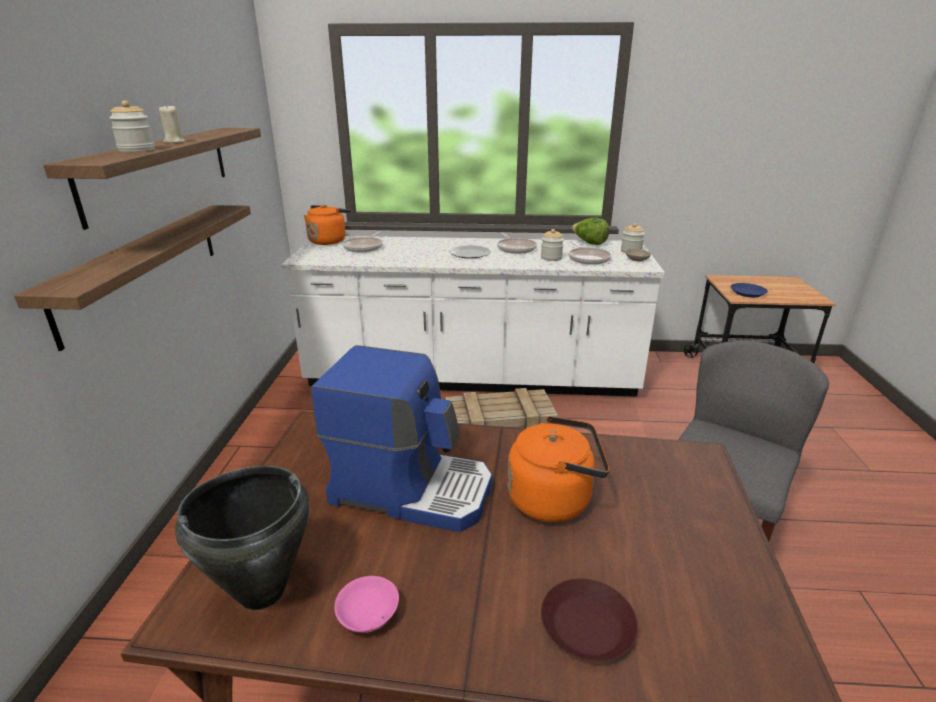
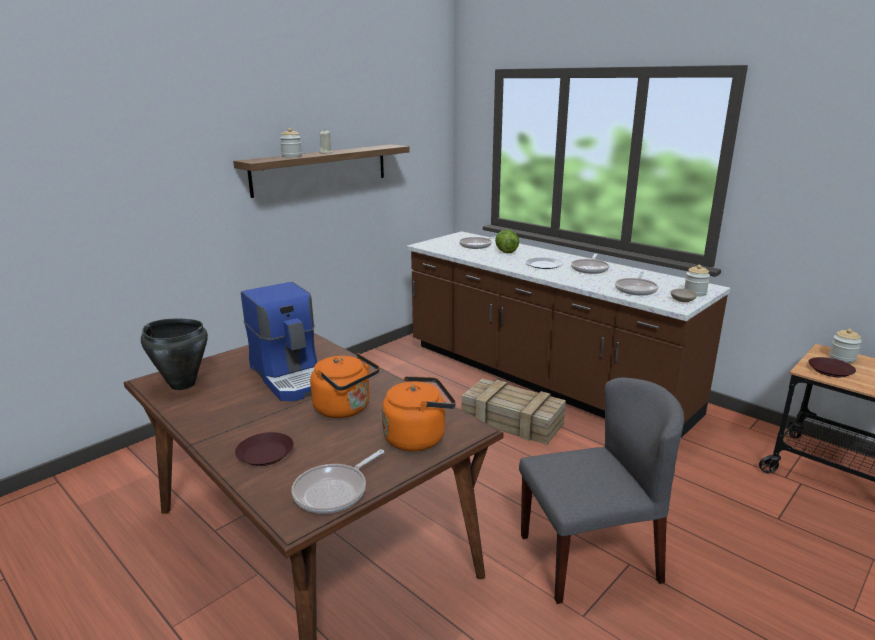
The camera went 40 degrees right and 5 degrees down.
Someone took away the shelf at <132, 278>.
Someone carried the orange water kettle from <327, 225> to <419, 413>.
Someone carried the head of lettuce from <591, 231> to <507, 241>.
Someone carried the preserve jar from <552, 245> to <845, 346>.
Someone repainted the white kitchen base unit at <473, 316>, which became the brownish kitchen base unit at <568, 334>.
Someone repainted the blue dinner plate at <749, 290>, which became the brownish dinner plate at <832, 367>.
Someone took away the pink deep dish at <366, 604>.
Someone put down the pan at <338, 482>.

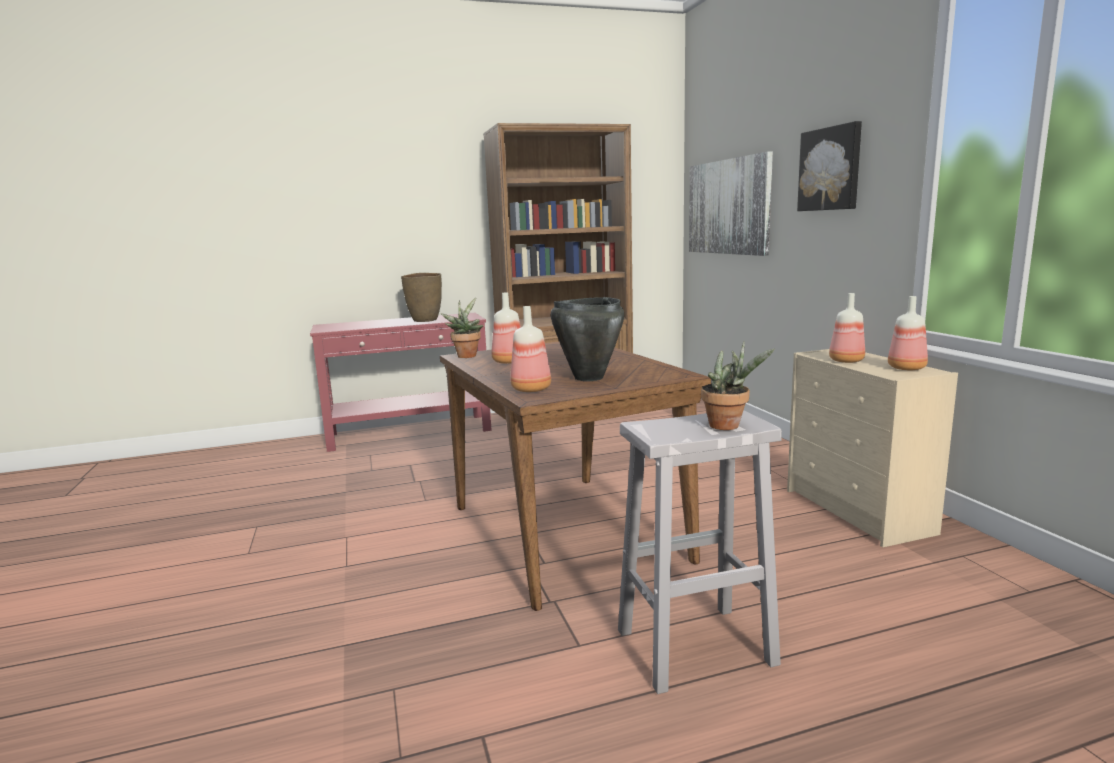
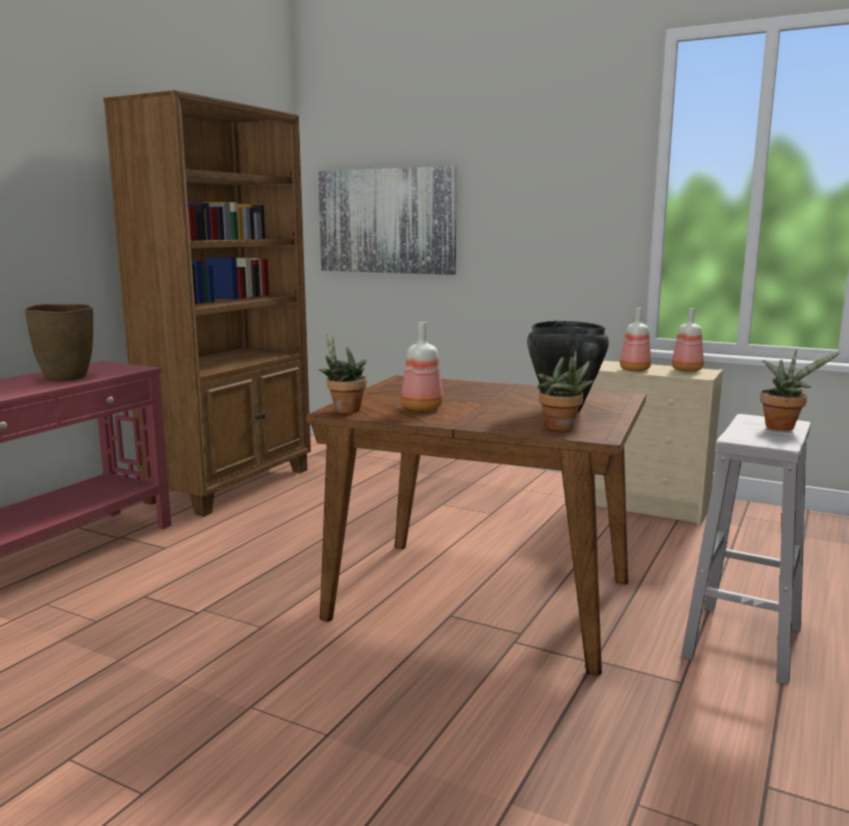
The camera went 45 degrees left and 0 degrees up.
Someone took away the picture at <829, 166>.
Someone swapped the drink bottle at <530, 349> for the houseplant at <565, 390>.

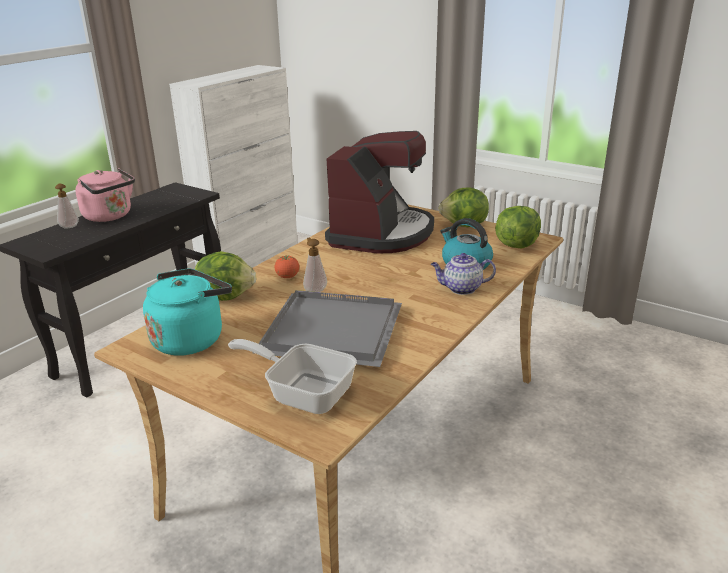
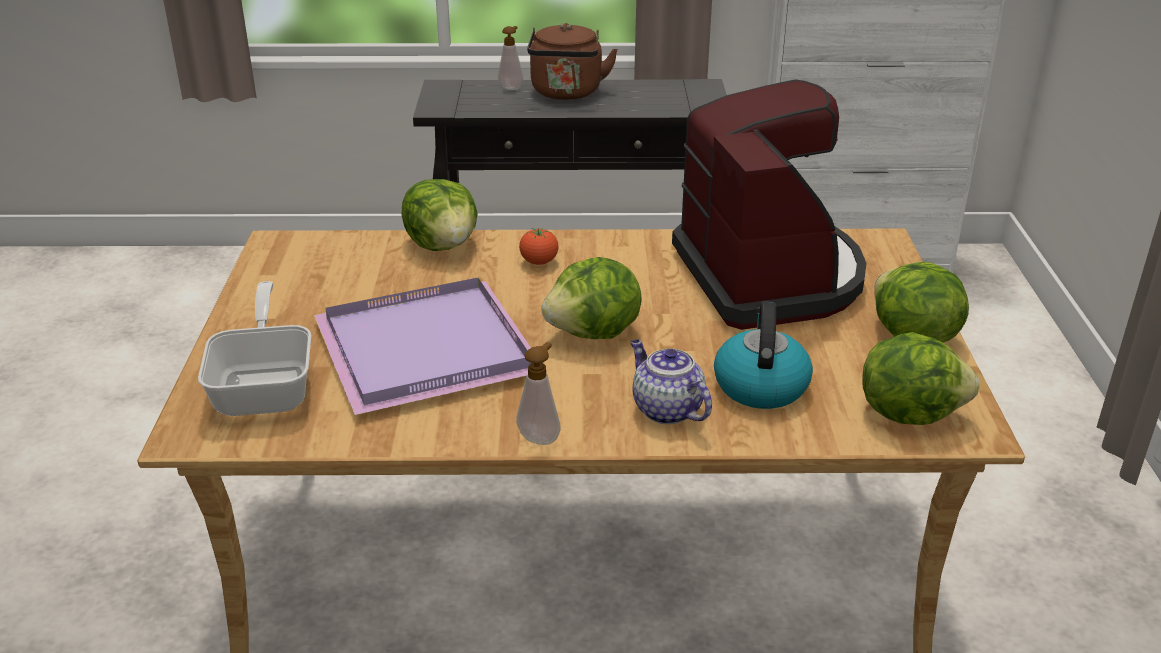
The camera went 55 degrees right and 5 degrees up.
Someone rotated the coffee maker at <379, 192> by 90 degrees counterclockwise.
Someone repainted the pink water kettle at <105, 195>, which became the brownish water kettle at <572, 61>.
Someone carried the soap bottle from <315, 264> to <538, 393>.
Someone took away the blue-green water kettle at <187, 311>.
Someone repainted the grey carrying tray at <327, 328>, which became the purple carrying tray at <430, 346>.
Someone put down the head of lettuce at <591, 298>.

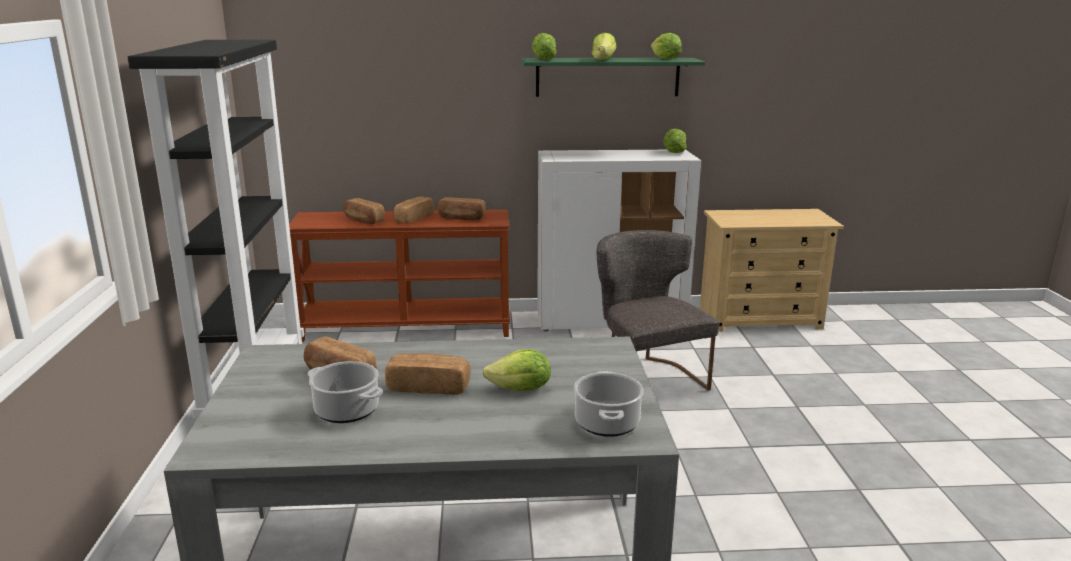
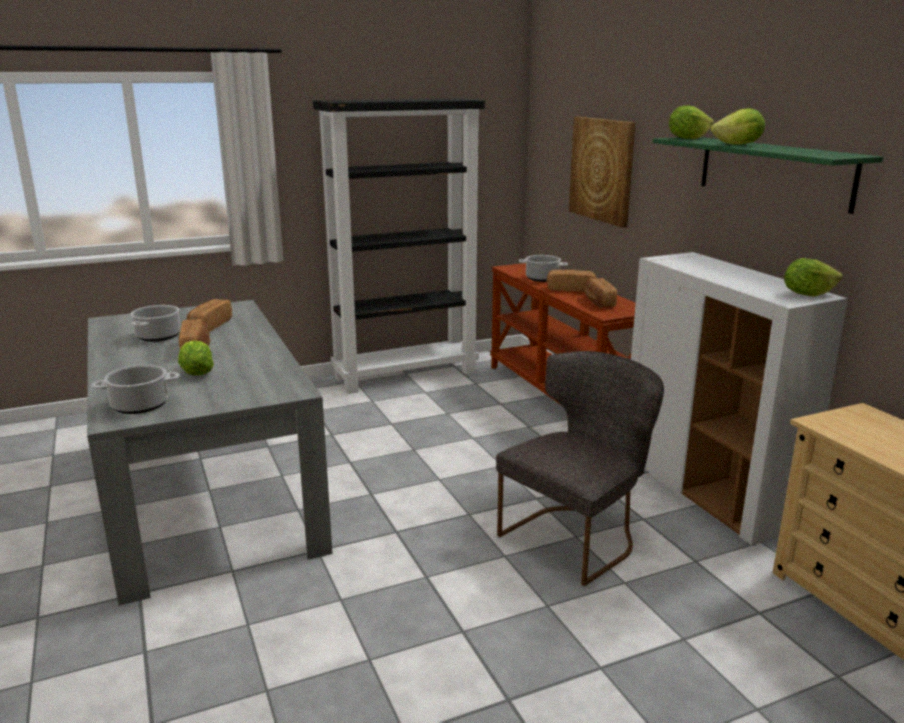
The camera went 70 degrees right and 0 degrees up.
Someone took away the head of lettuce at <666, 46>.
Someone swapped the baked bread at <364, 211> for the saucepot at <543, 268>.
Someone put up the picture at <602, 172>.

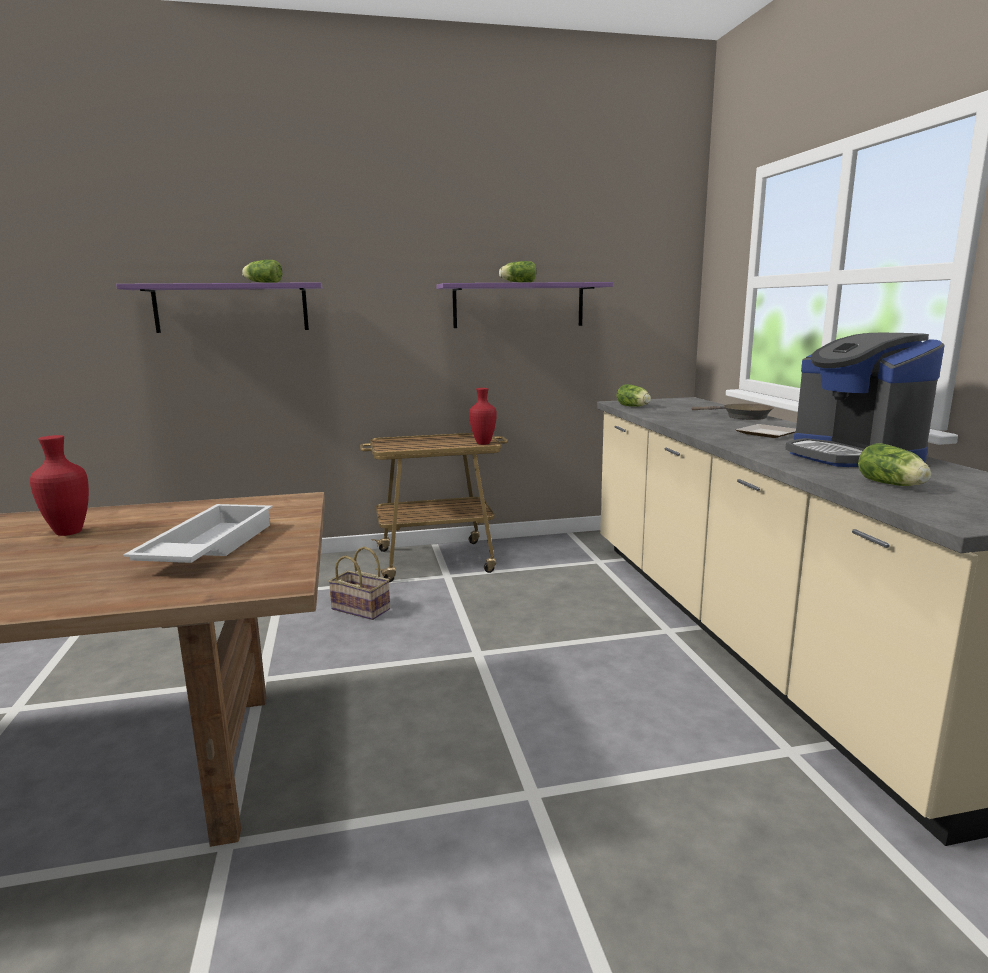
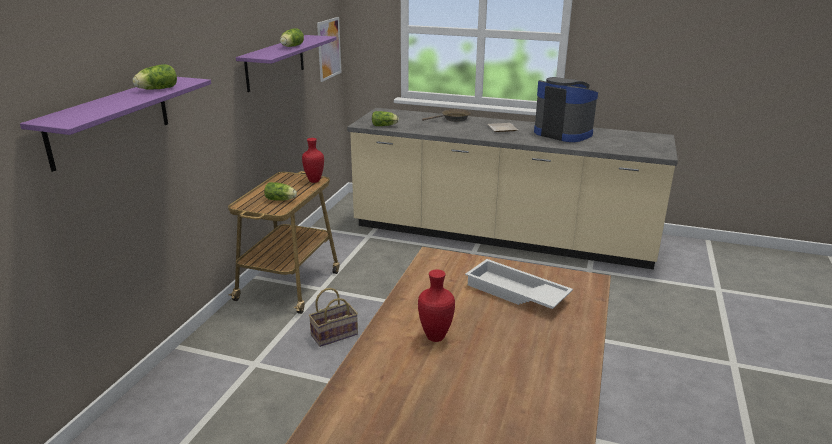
The camera went 60 degrees left and 10 degrees up.
Someone rotated the coffee maker at <865, 400> by 150 degrees counterclockwise.
Someone carried the head of lettuce from <894, 464> to <280, 191>.
Someone put up the picture at <329, 49>.

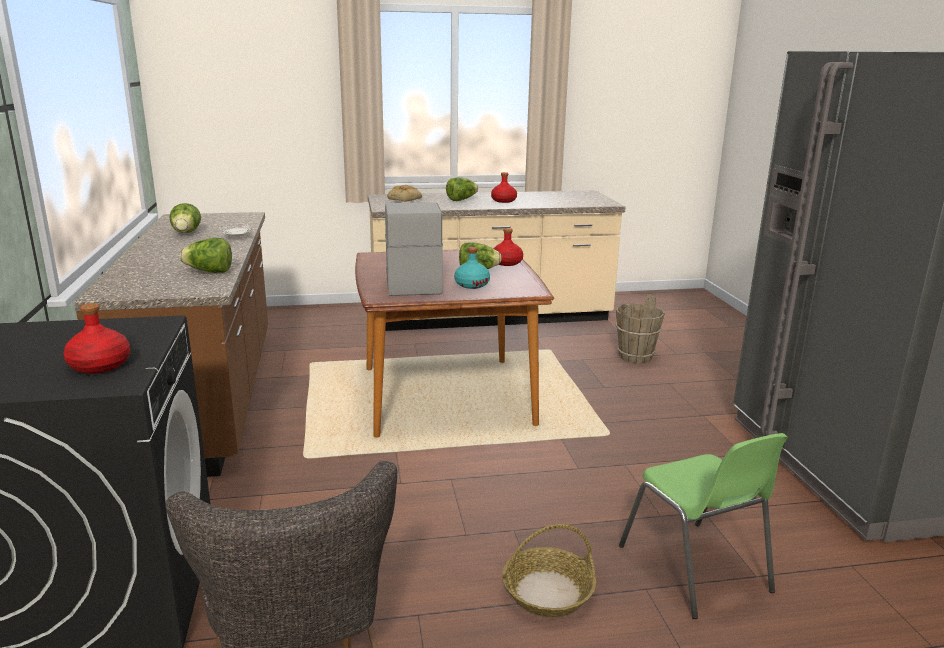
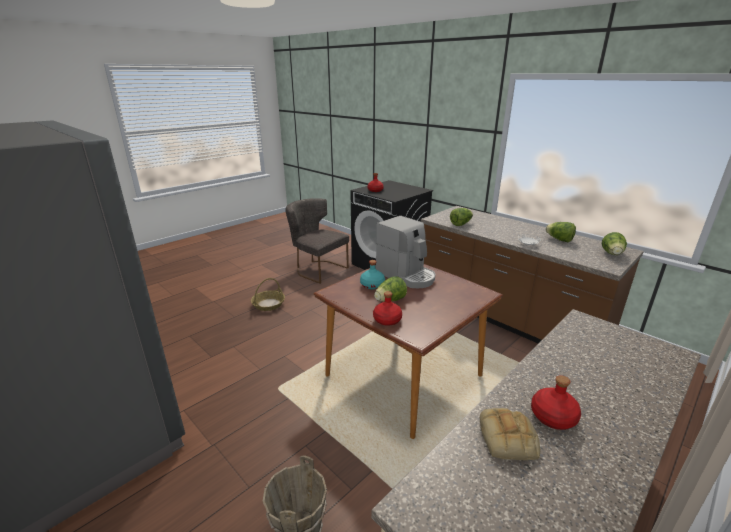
The camera went 145 degrees right and 5 degrees up.
Someone carried the head of lettuce from <462, 189> to <614, 243>.
Someone carried the baked bread from <404, 193> to <510, 434>.
Someone took away the green upright chair at <703, 526>.

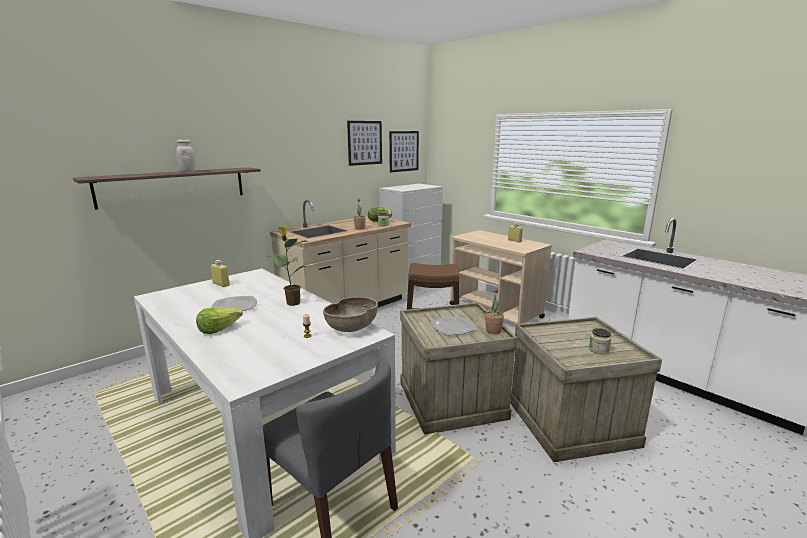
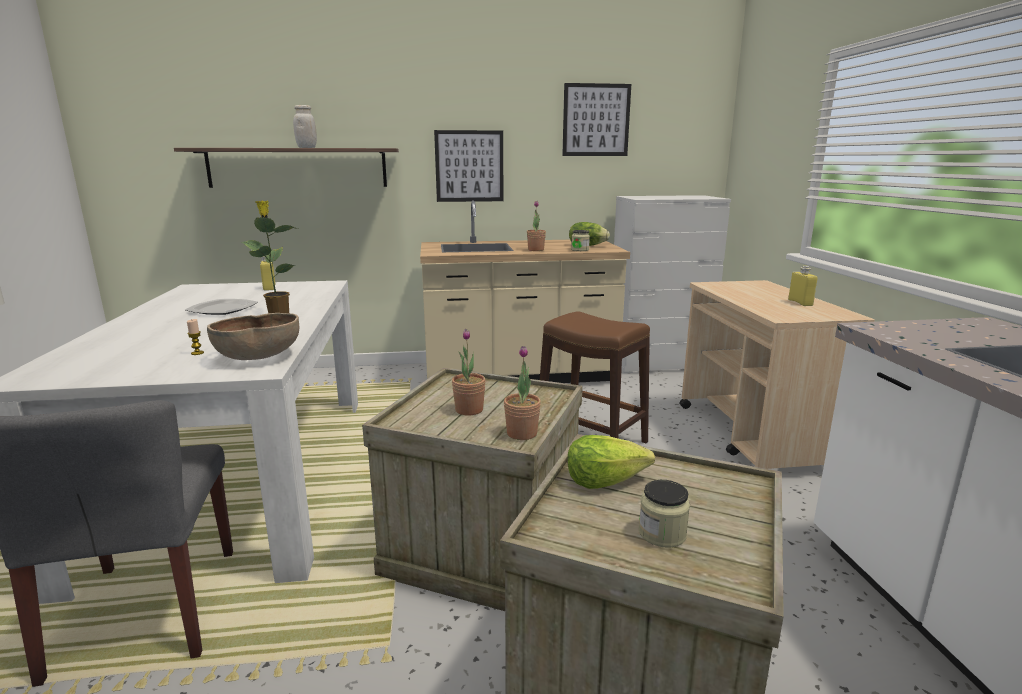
The camera went 35 degrees right and 0 degrees up.
Someone carried the picture from <404, 152> to <468, 166>.
Someone carried the head of lettuce from <219, 320> to <611, 462>.
Someone swapped the dinner plate at <453, 325> for the houseplant at <469, 372>.

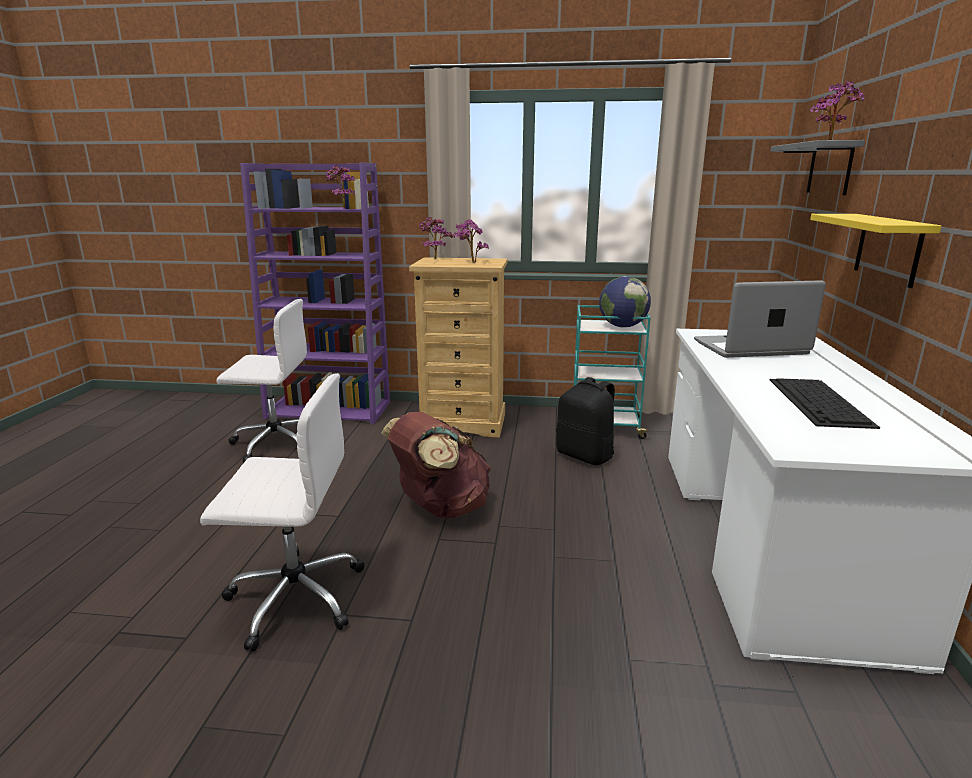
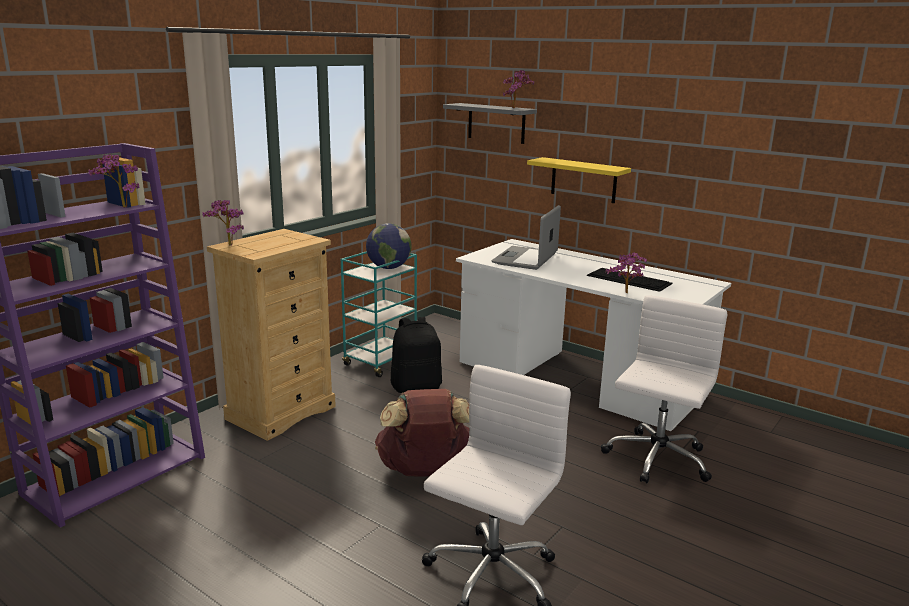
The camera went 60 degrees left and 0 degrees up.
Someone carried the houseplant from <471, 241> to <626, 273>.
Someone carried the white desk chair from <262, 381> to <664, 389>.

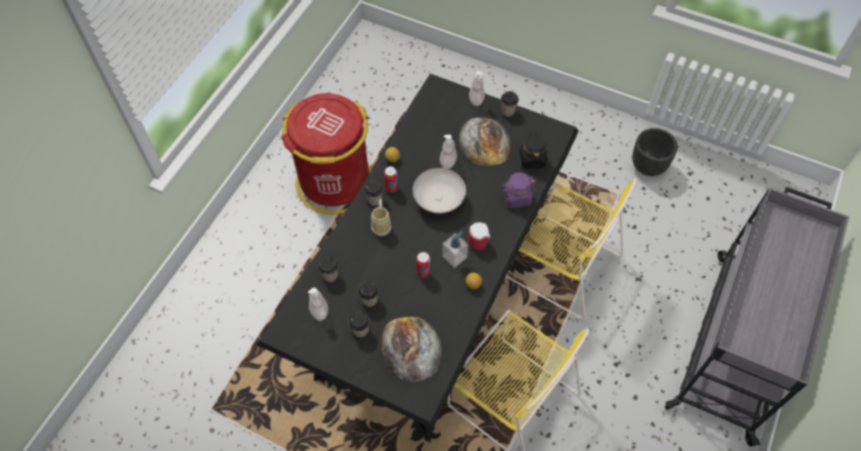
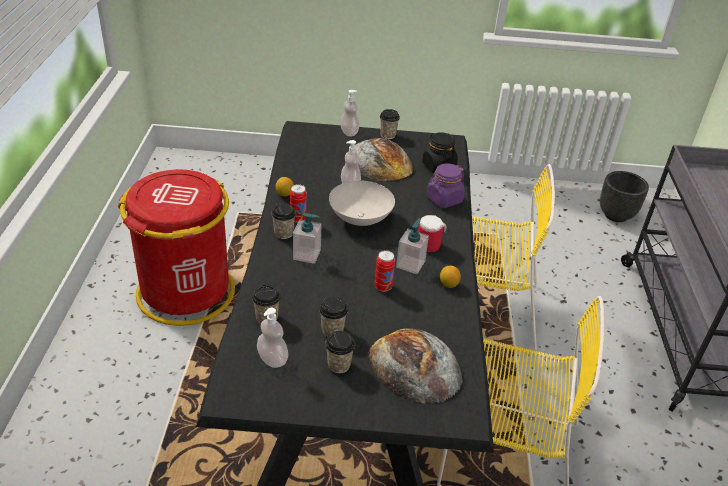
The camera went 25 degrees left and 20 degrees down.
Someone carried the black-coloured flower pot from <655, 152> to <624, 196>.
Someone swapped the mug at <381, 217> for the soap bottle at <307, 238>.

